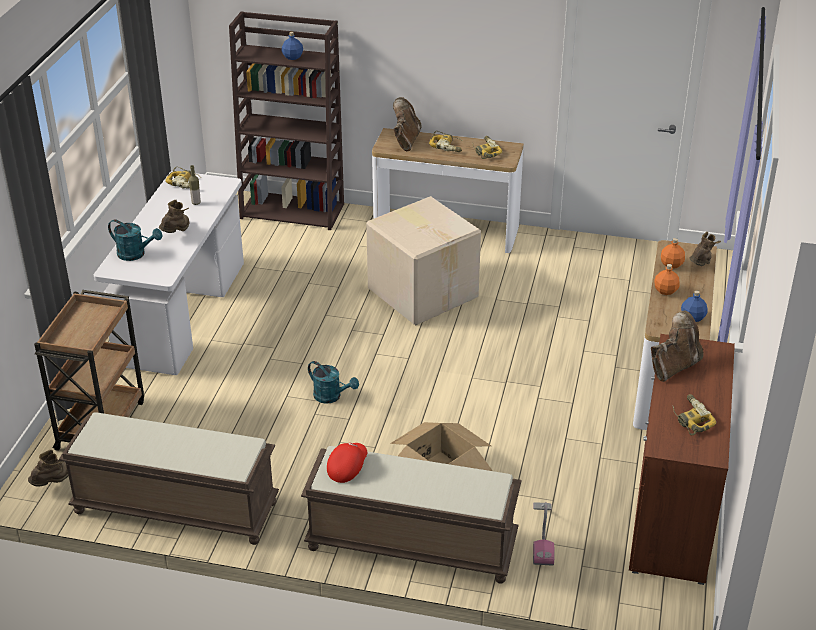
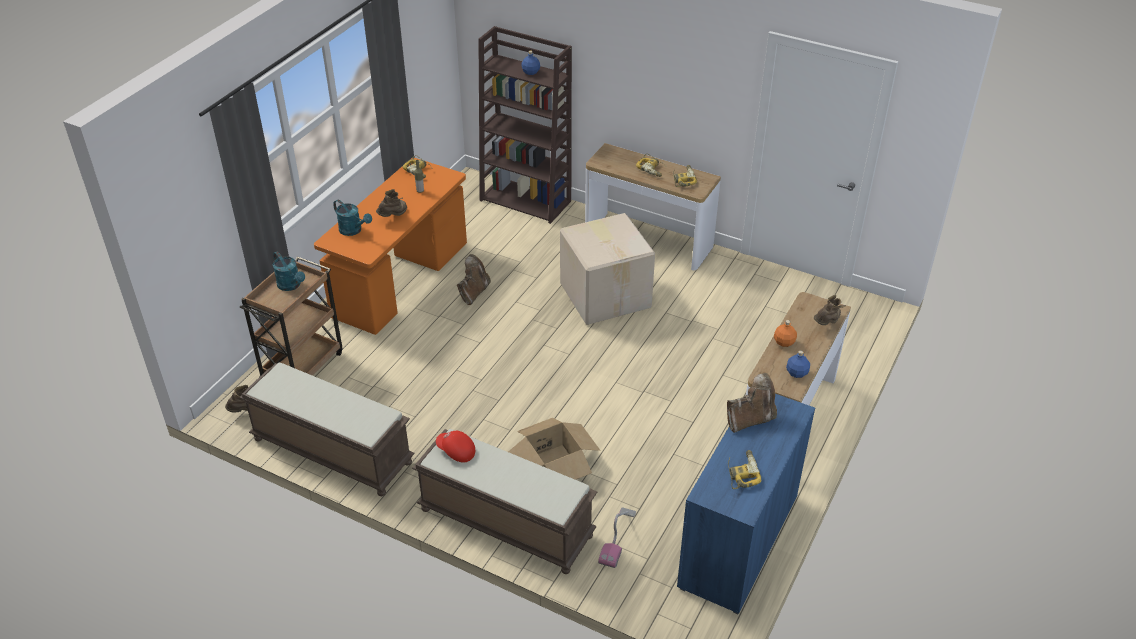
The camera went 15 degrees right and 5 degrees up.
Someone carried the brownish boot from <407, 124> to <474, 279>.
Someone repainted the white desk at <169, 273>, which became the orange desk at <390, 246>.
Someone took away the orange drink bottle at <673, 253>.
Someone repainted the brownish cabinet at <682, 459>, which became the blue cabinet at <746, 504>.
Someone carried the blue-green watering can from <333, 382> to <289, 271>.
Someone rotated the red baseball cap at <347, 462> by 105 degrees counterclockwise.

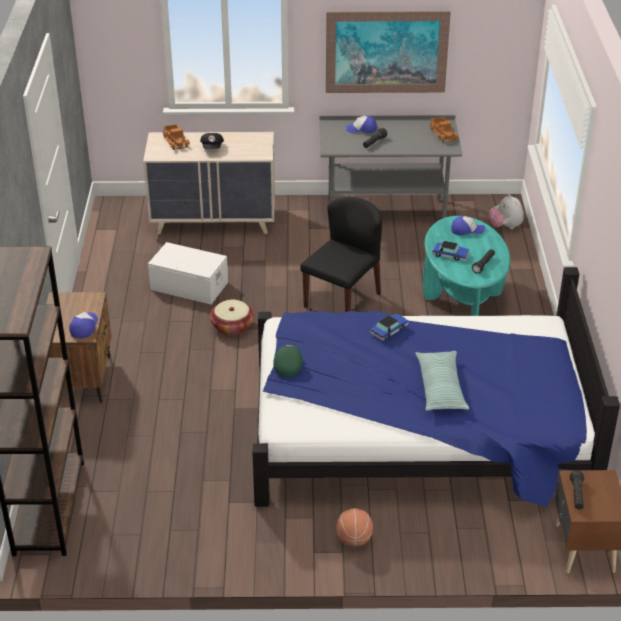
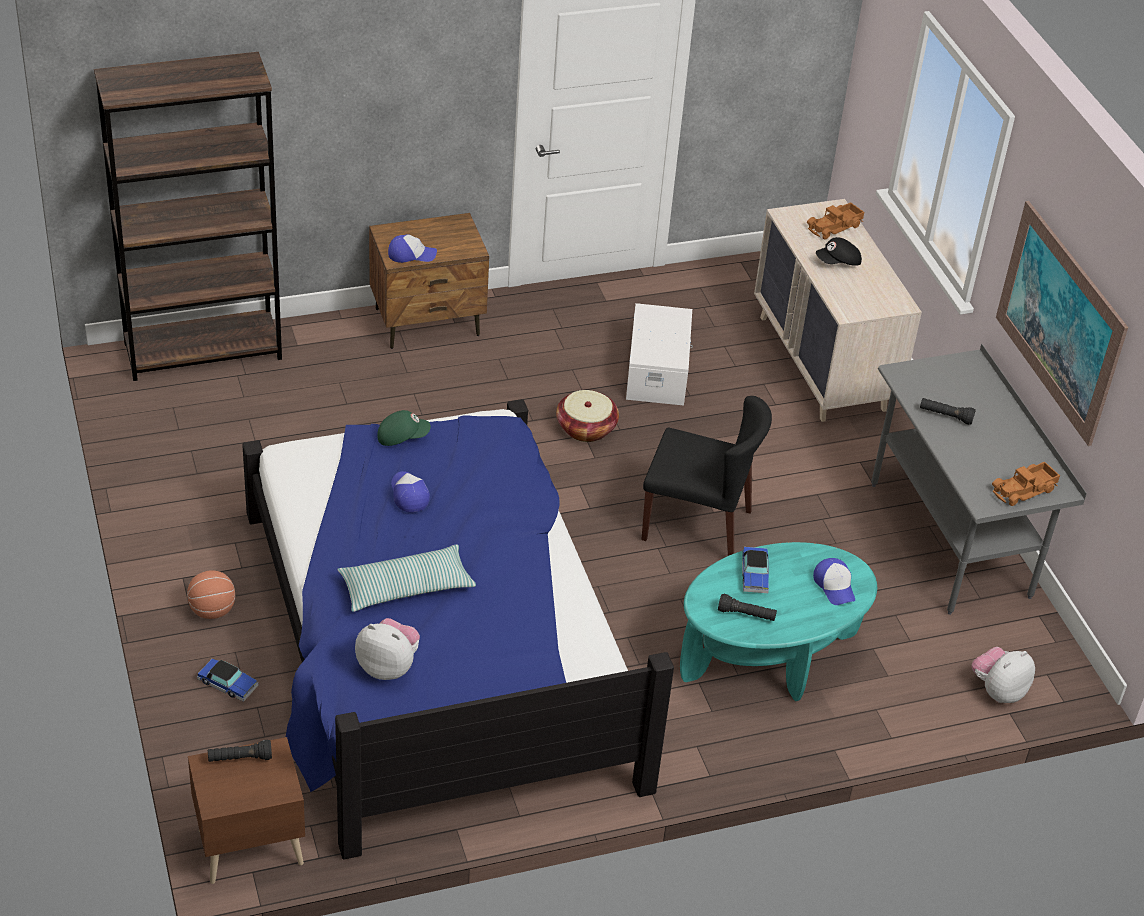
The camera went 70 degrees right and 5 degrees up.
Someone carried the baseball cap from <361, 124> to <410, 492>.
Someone carried the miniature car from <389, 327> to <227, 680>.
Someone put down the plush toy at <387, 649>.

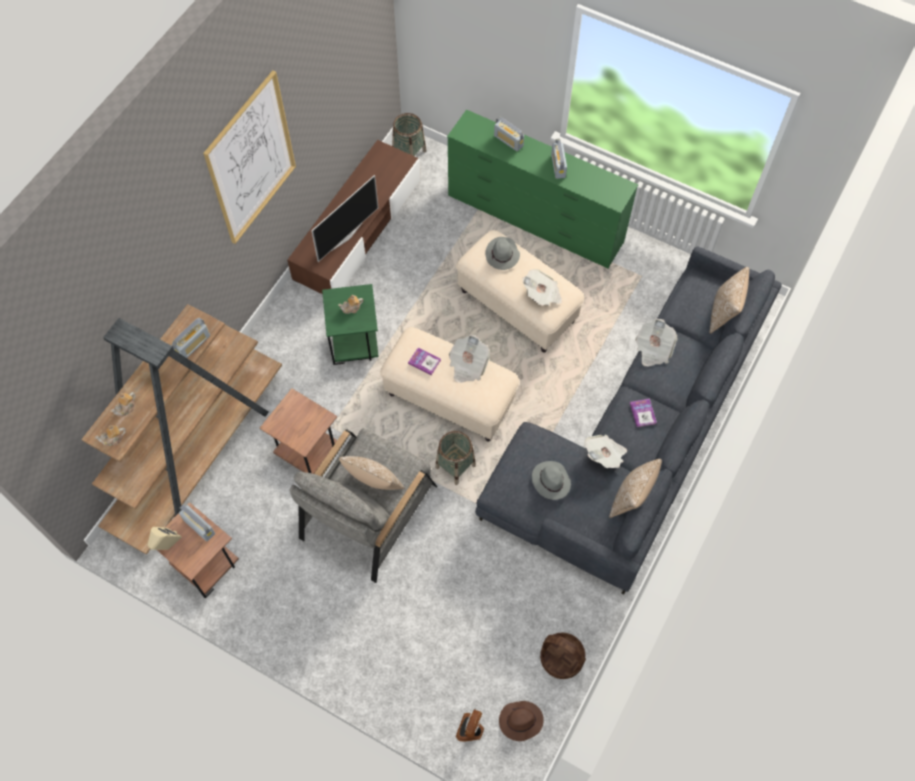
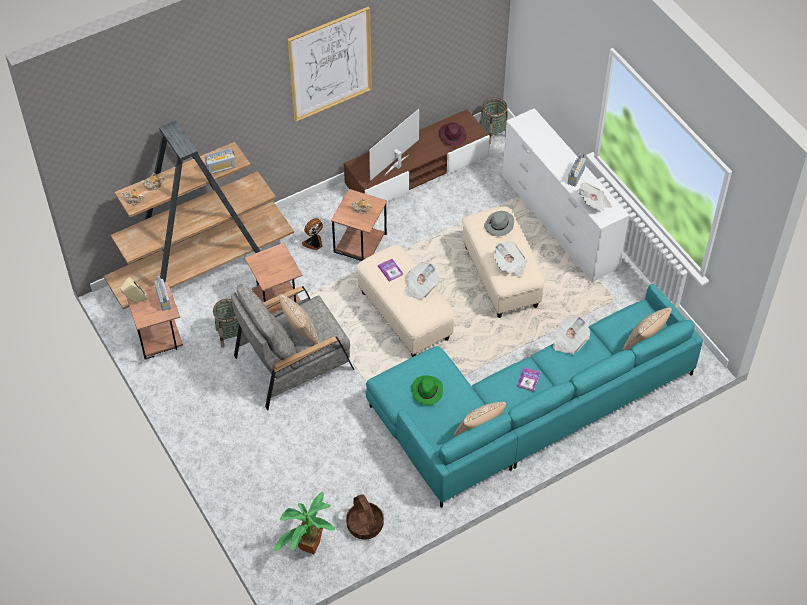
The camera went 30 degrees right and 10 degrees down.
Someone repainted the green chest of drawers at <542, 188>, which became the white chest of drawers at <566, 195>.
Someone took away the radio receiver at <509, 134>.
Someone rotated the TV at <344, 218> by 150 degrees clockwise.
Someone repainted the grey settee at <628, 420>, which became the blue-green settee at <534, 396>.
Someone repainted the green accent table at <350, 324>, which became the brownish accent table at <359, 225>.
Someone carried the storage basket from <455, 458> to <226, 323>.
Someone carried the printed paper from <605, 451> to <594, 196>.
Someone repainted the grey wearable hat at <551, 480>, which became the green wearable hat at <427, 390>.
Someone swapped the brownish wearable hat at <521, 721> for the houseplant at <304, 523>.
Someone carried the cooling fan from <469, 725> to <312, 234>.
Someone put down the purple wearable hat at <452, 134>.

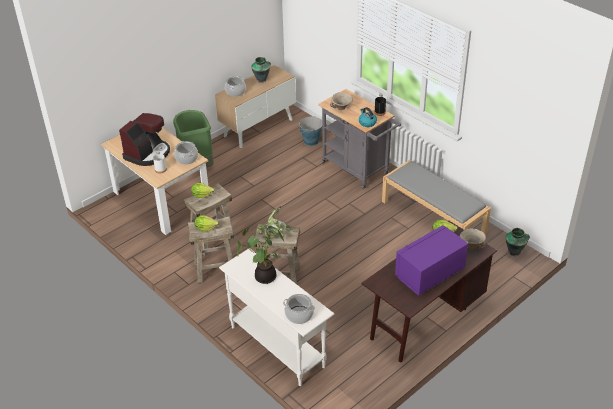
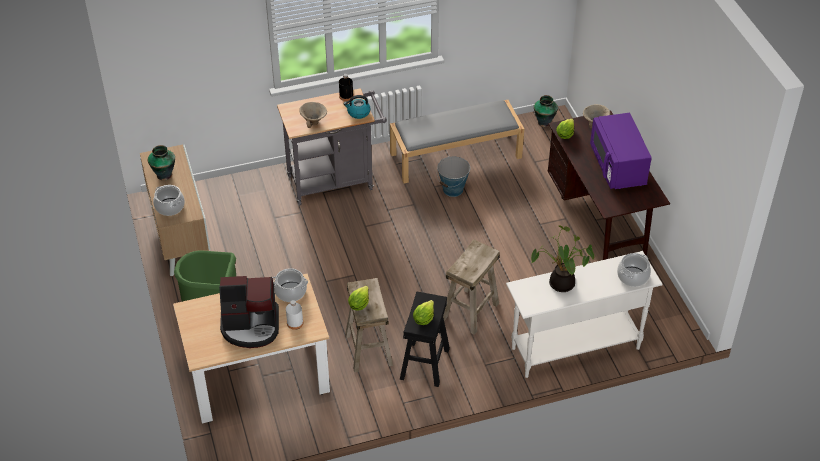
The camera went 65 degrees left and 5 degrees up.
Someone rotated the coffee maker at <144, 139> by 120 degrees clockwise.
Someone carried the water bucket from <310, 131> to <453, 177>.
Someone took away the houseplant at <274, 222>.
Someone repainted the sand-coloured stool at <211, 250>, which became the black-coloured stool at <425, 339>.

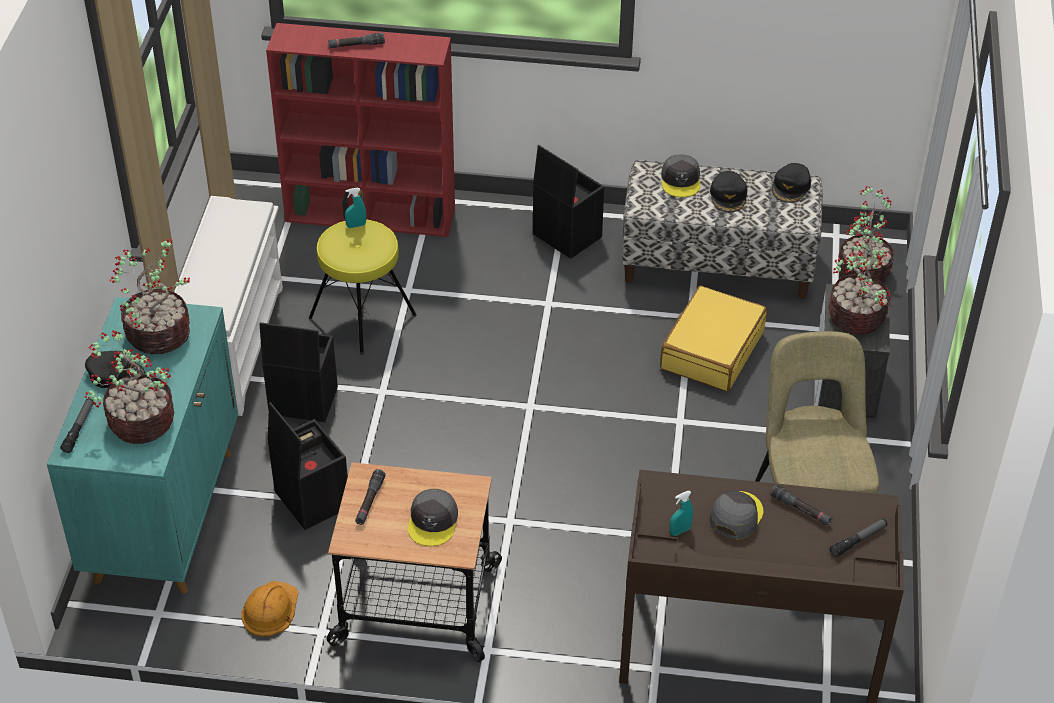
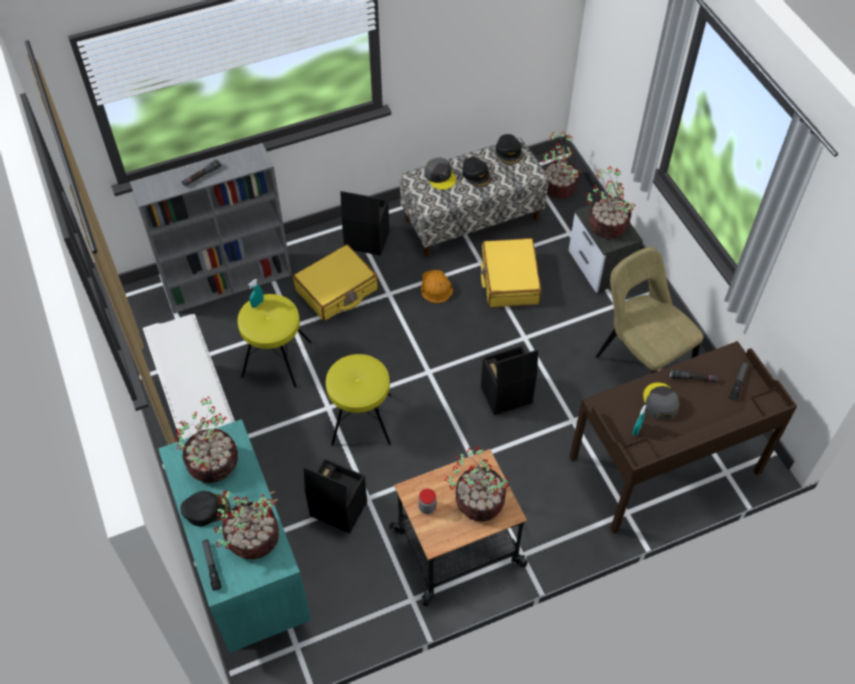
The camera went 30 degrees left and 10 degrees up.
Someone repainted the red bookshelf at <360, 130>, which became the grey bookshelf at <211, 228>.
Someone carried the black-coloured storage container from <298, 372> to <509, 380>.
Someone swapped the black-coloured flashlight at <370, 497> for the preserve jar at <427, 501>.
Someone swapped the grey baseball cap at <433, 517> for the houseplant at <477, 484>.
Someone carried the orange hard hat from <269, 609> to <437, 286>.
Someone put down the yellow piece of luggage at <335, 282>.
Someone put down the yellow stool at <358, 400>.

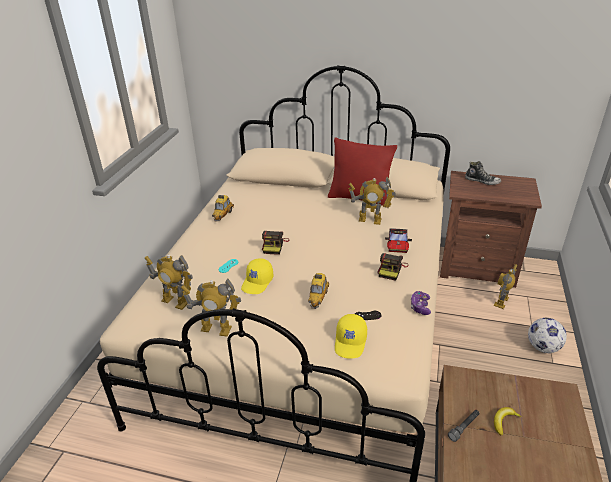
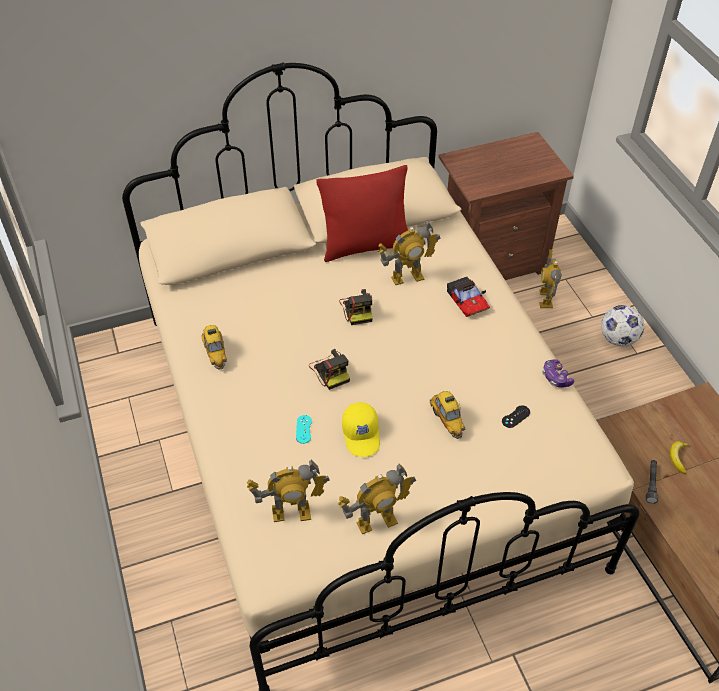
The camera went 35 degrees left and 15 degrees up.
Someone took away the item of footwear at <483, 173>.
Someone carried the photo camera from <393, 267> to <356, 307>.
Someone took away the yellow baseball cap at <351, 336>.

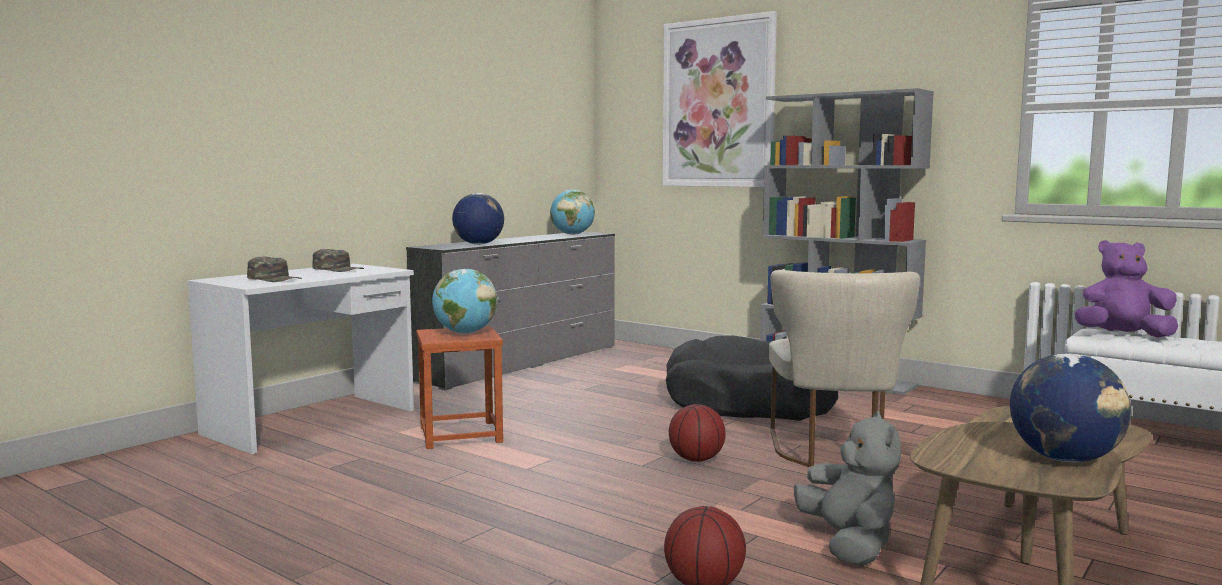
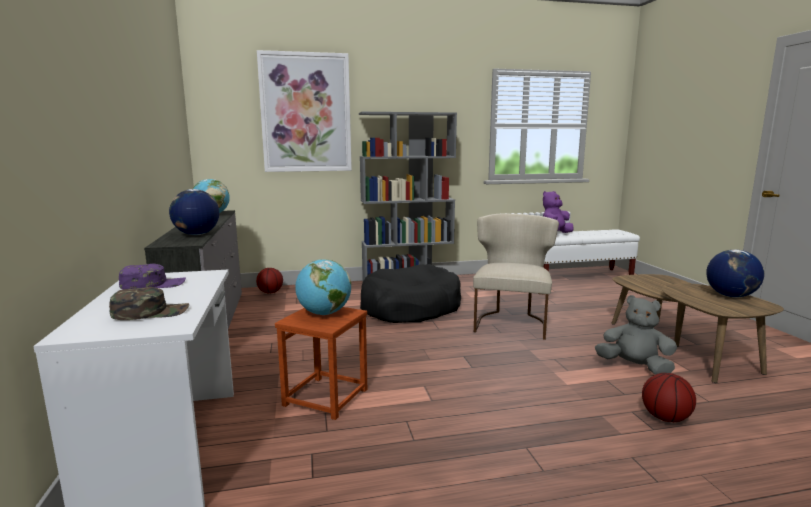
The camera went 50 degrees left and 5 degrees up.
Someone repainted the green baseball cap at <338, 260>, which became the purple baseball cap at <152, 276>.
Someone rotated the sand-coloured upright chair at <844, 368> by 120 degrees counterclockwise.
Someone carried the basketball ball from <697, 433> to <269, 280>.

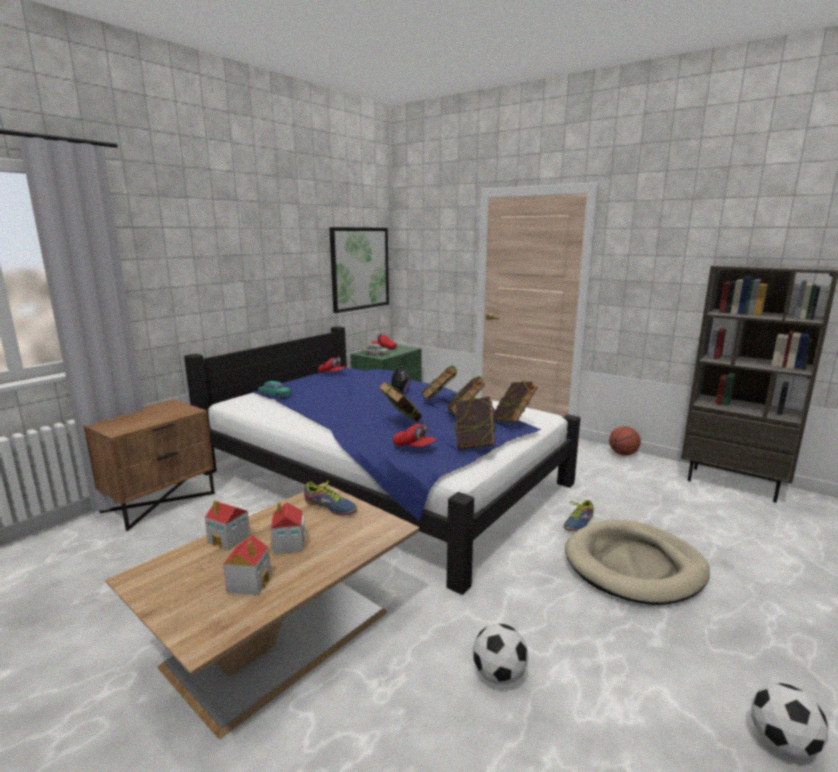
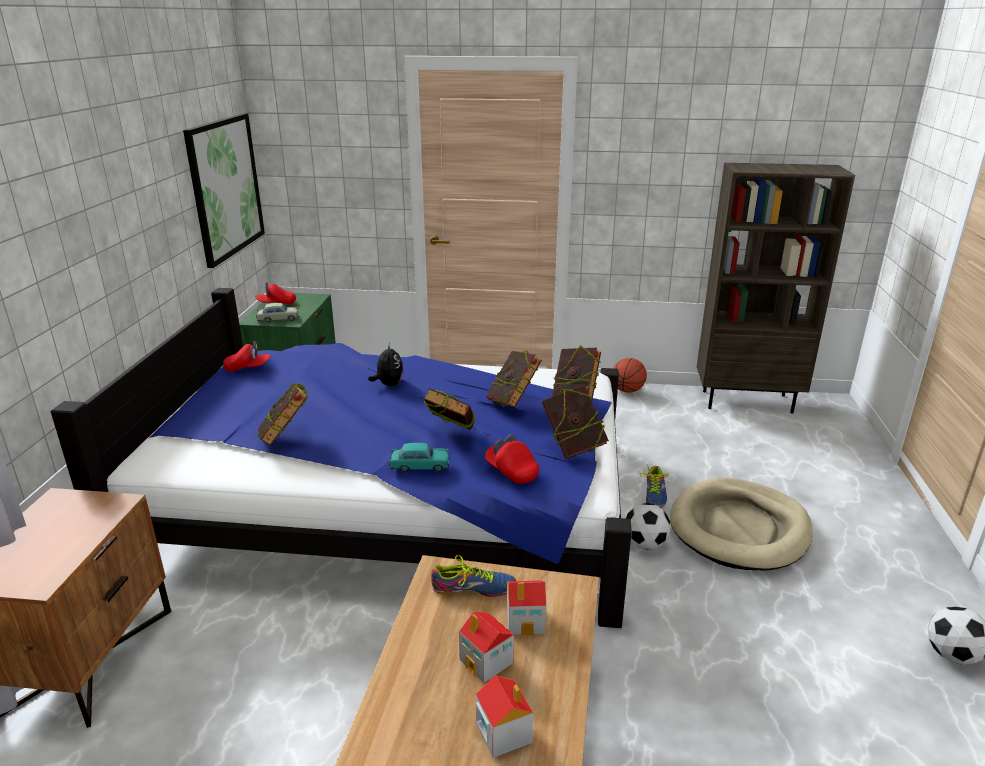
The camera went 30 degrees left and 10 degrees up.
Someone carried the bound book from <439, 382> to <282, 414>.
Someone carried the blue-green miniature car from <275, 389> to <419, 457>.
Someone rotated the red baseball cap at <414, 434> by 135 degrees counterclockwise.
Someone carried the model house from <227, 525> to <526, 608>.
Someone carried the football ball from <500, 654> to <648, 526>.

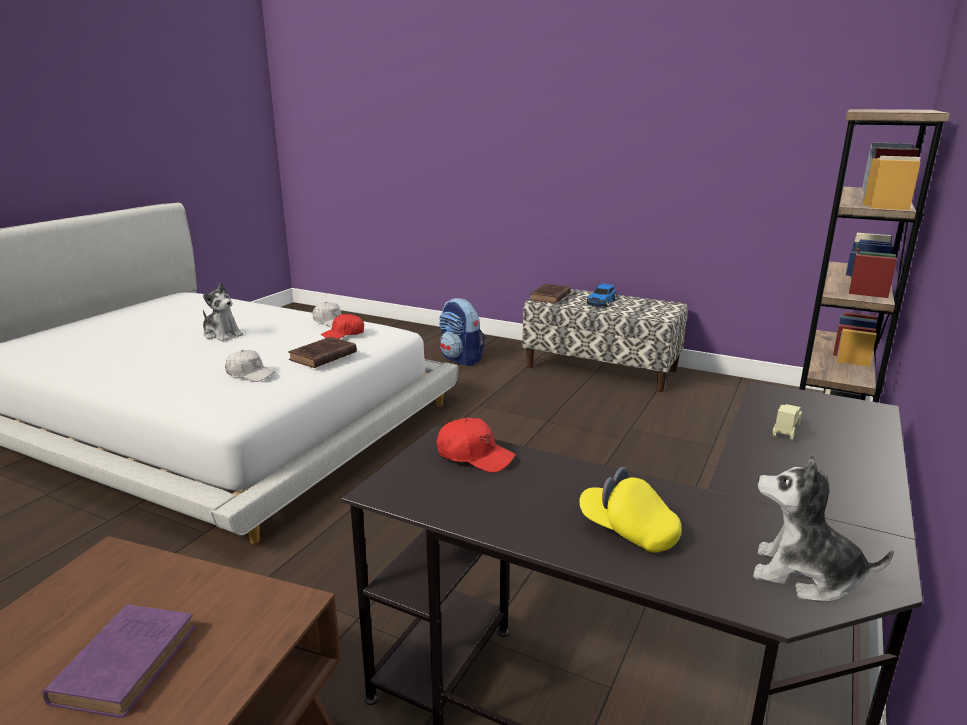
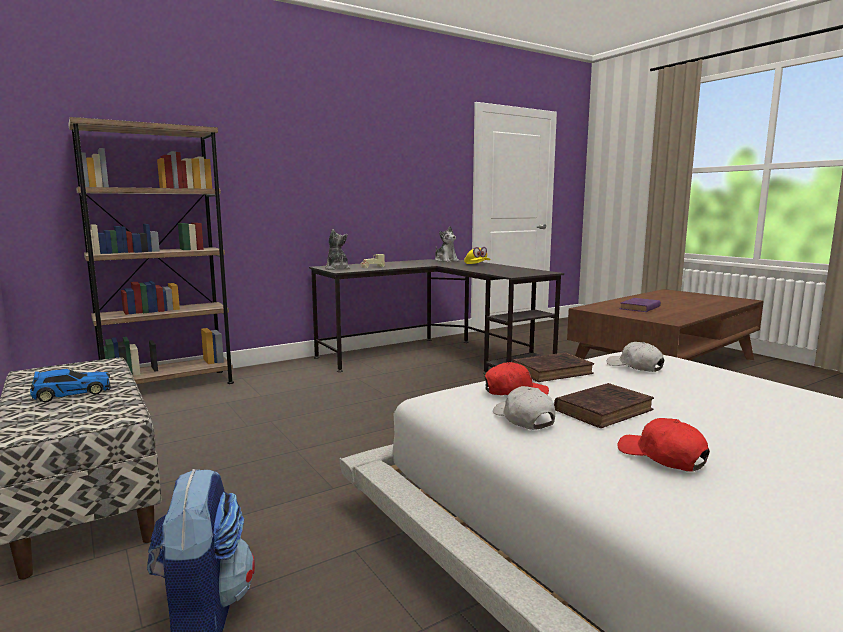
The camera went 150 degrees left and 10 degrees down.
Someone carried the plush toy from <223, 312> to <337, 249>.
Someone carried the brownish bound book from <550, 294> to <604, 405>.
Someone carried the red baseball cap from <476, 445> to <663, 445>.

